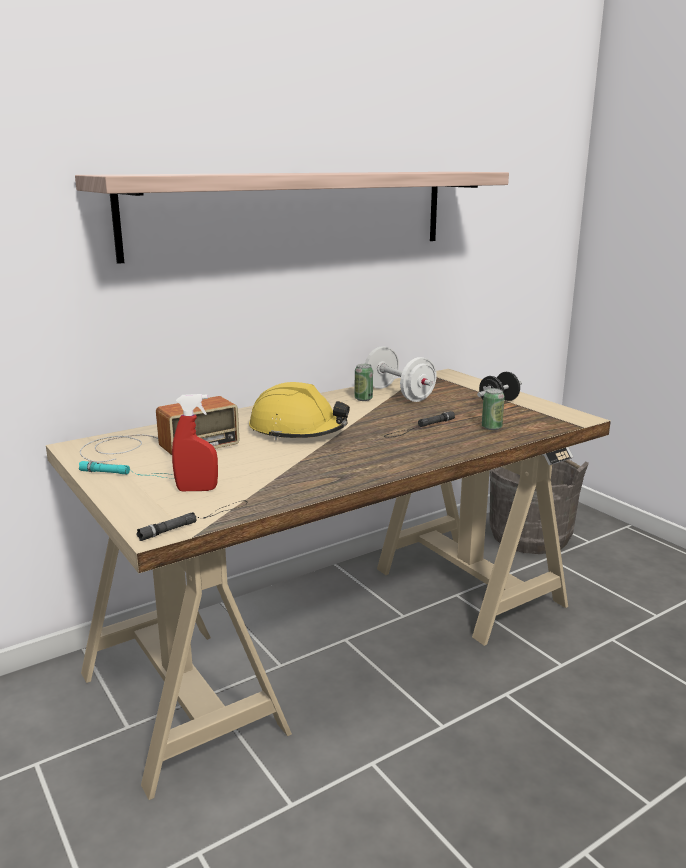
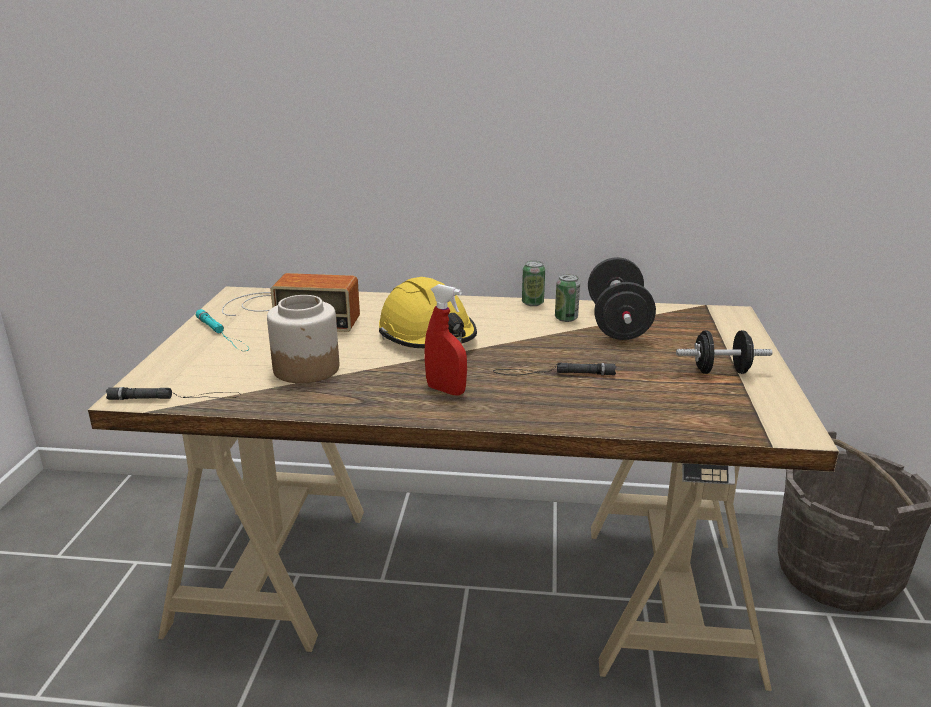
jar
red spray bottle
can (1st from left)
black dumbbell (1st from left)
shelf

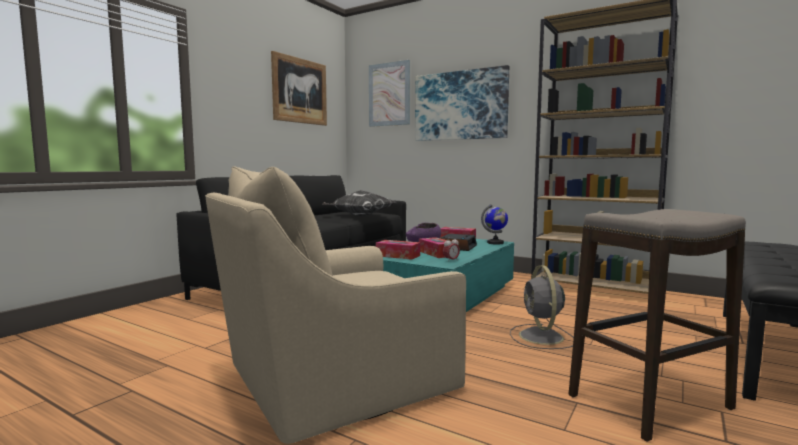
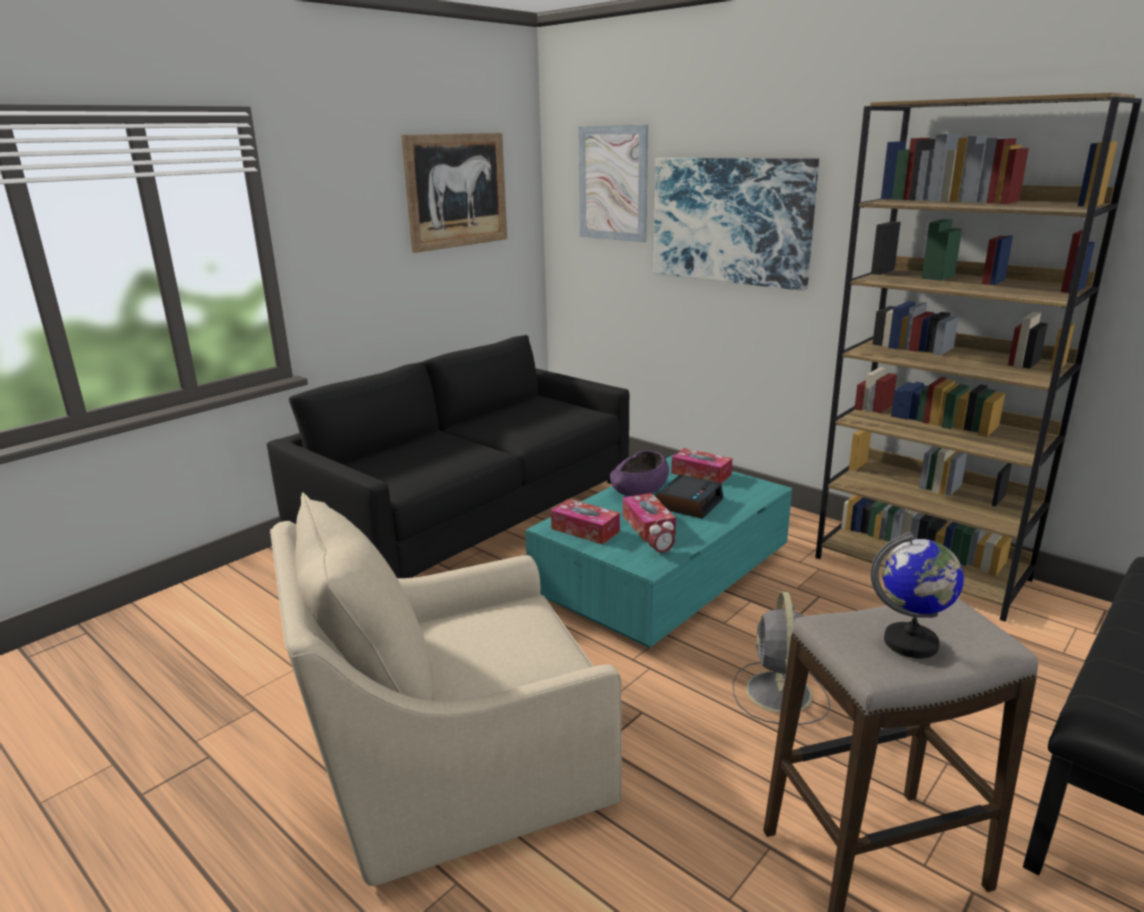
globe
pillow

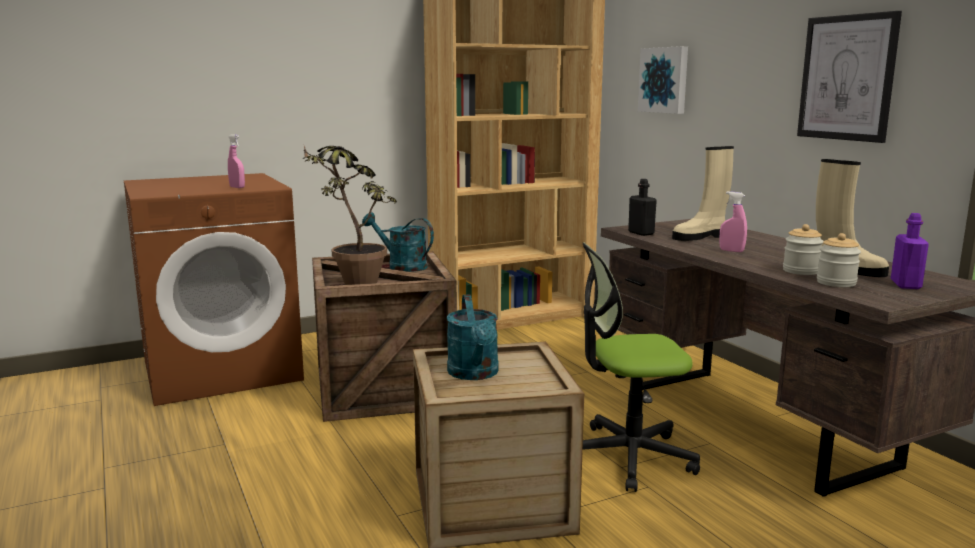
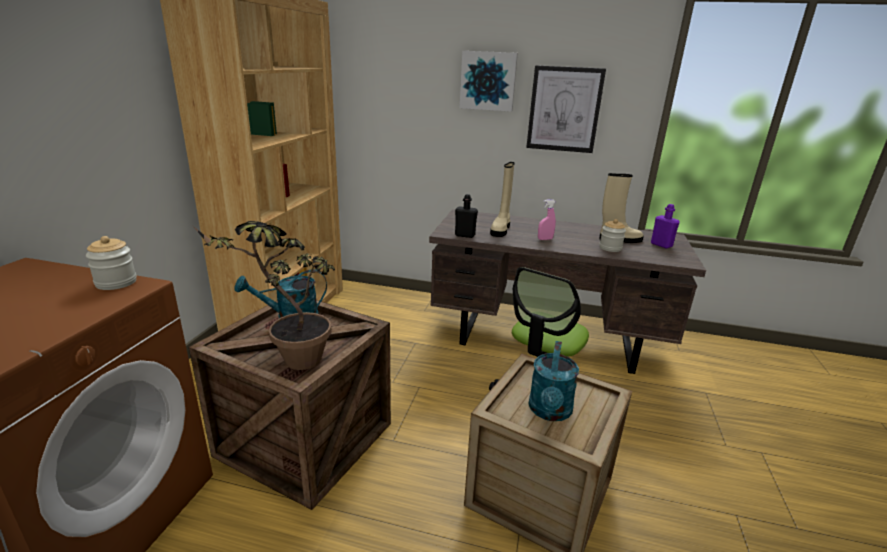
jar (1st from left)
picture (1st from left)
turquoise watering can (2nd from left)
pink spray bottle (1st from left in the first image)

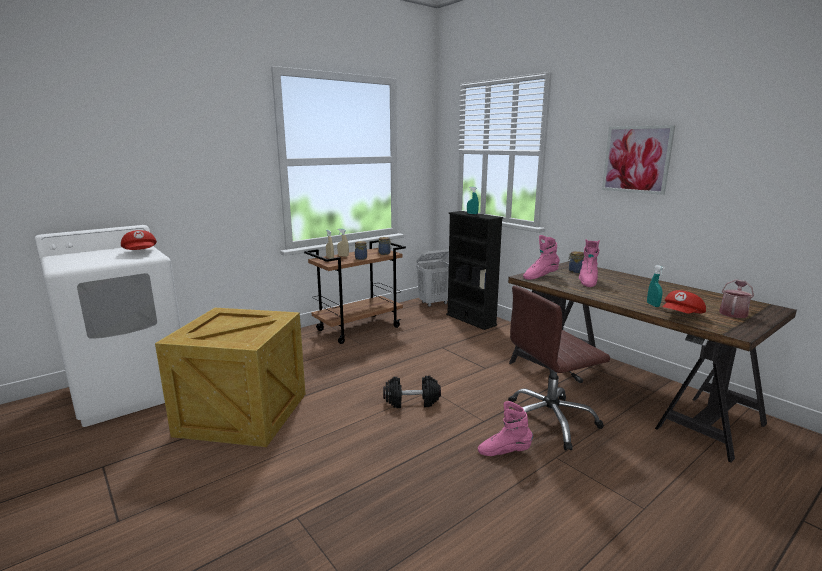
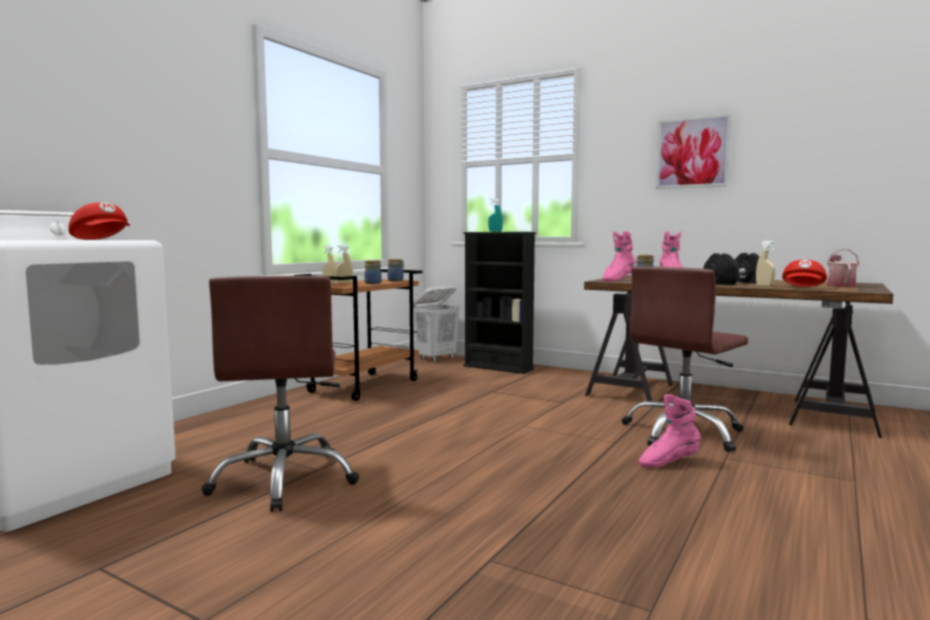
brown office chair (1st from left)
black dumbbell
beige spray bottle (3rd from left)

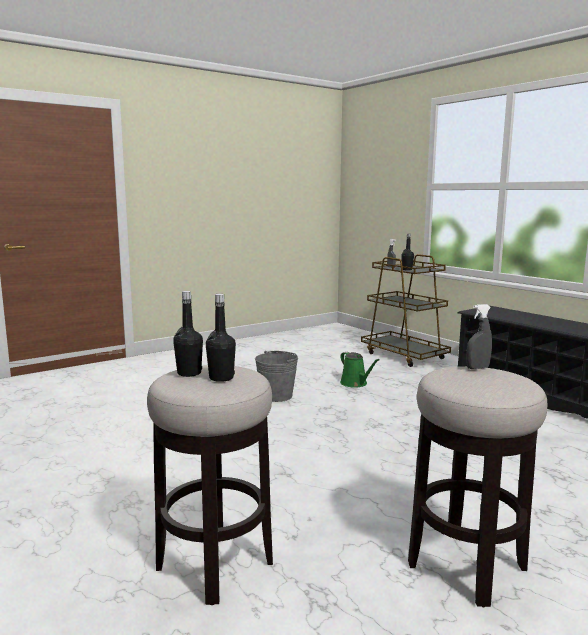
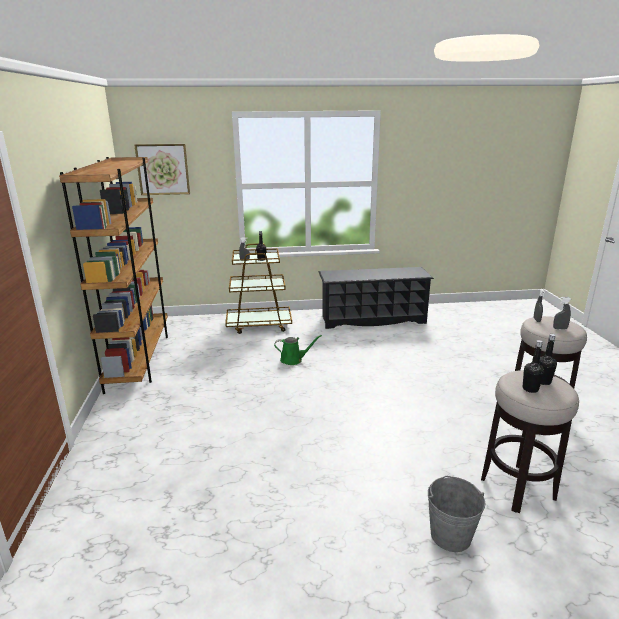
brown bookcase
picture
grey bucket
grey spray bottle (3rd from left)

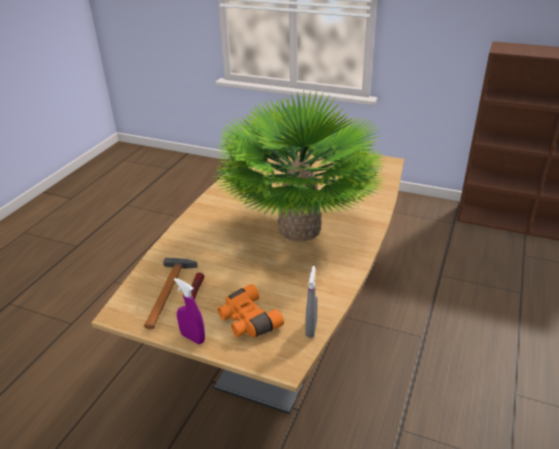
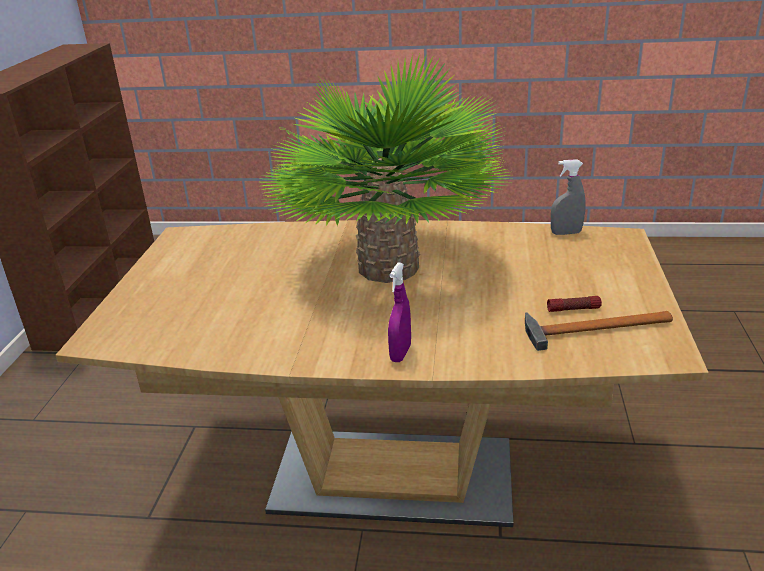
purple spray bottle
orange binoculars

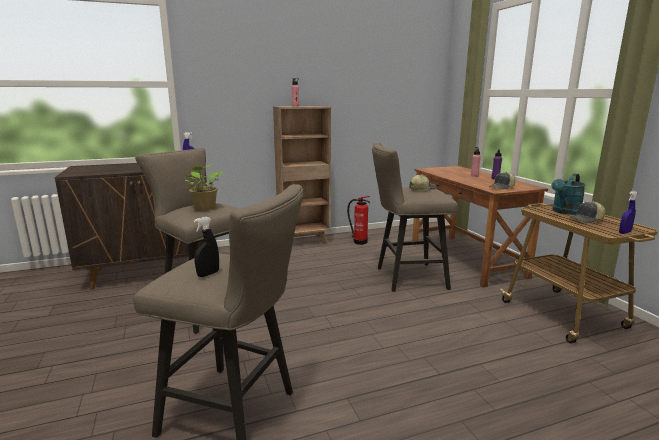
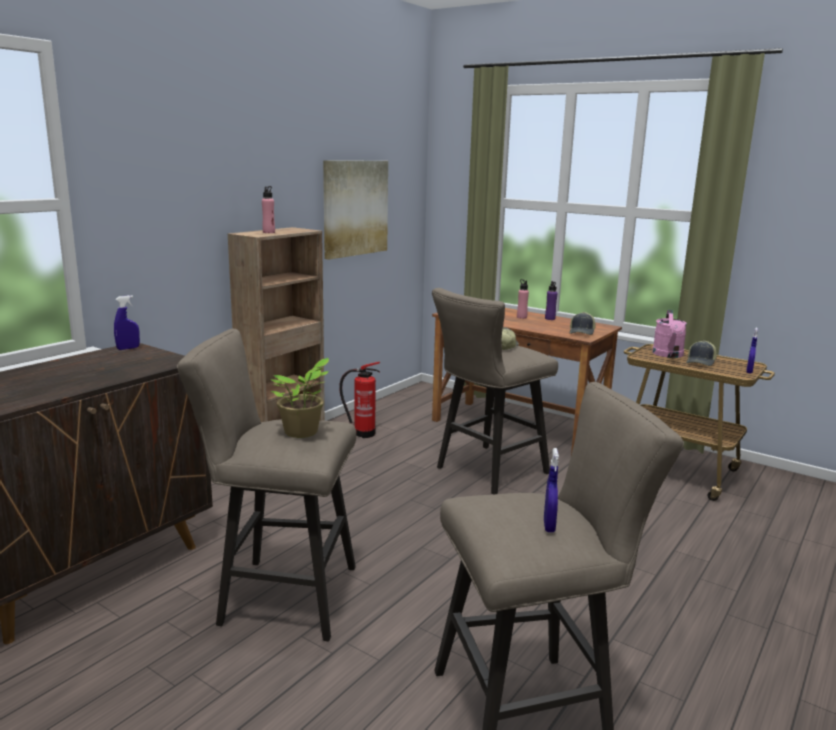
picture
blue spray bottle (2nd from left)
pink watering can

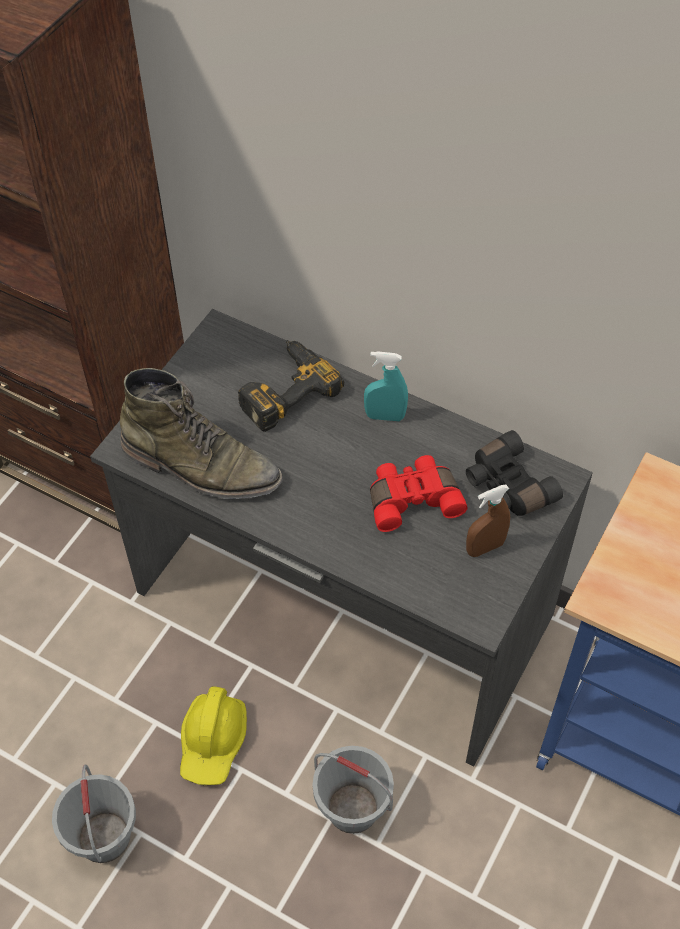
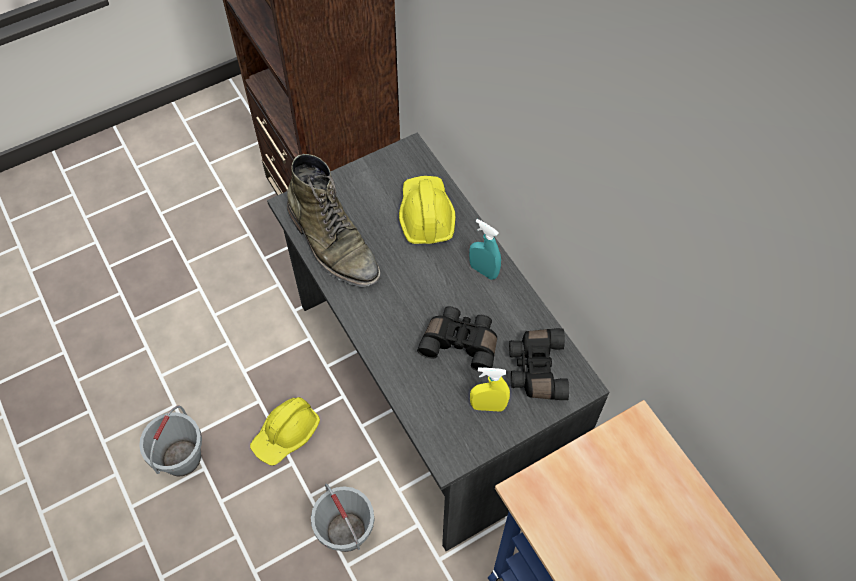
yellow hard hat (2nd from left)
black binoculars (1st from left)
yellow spray bottle

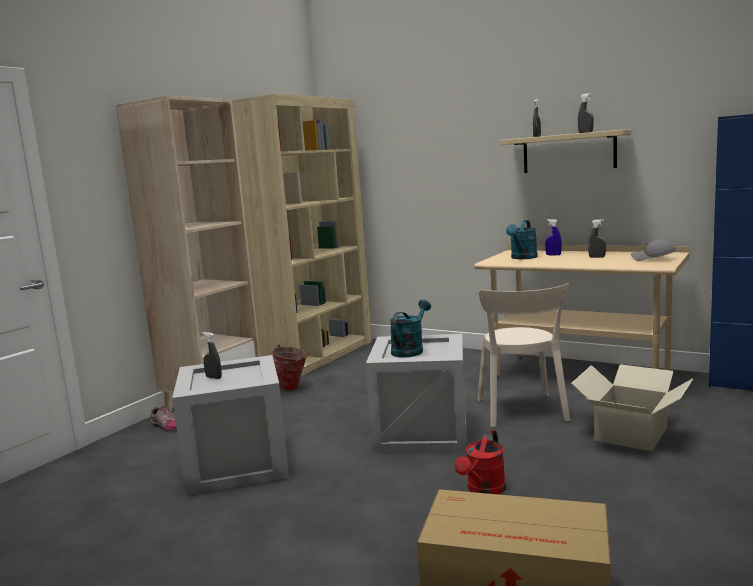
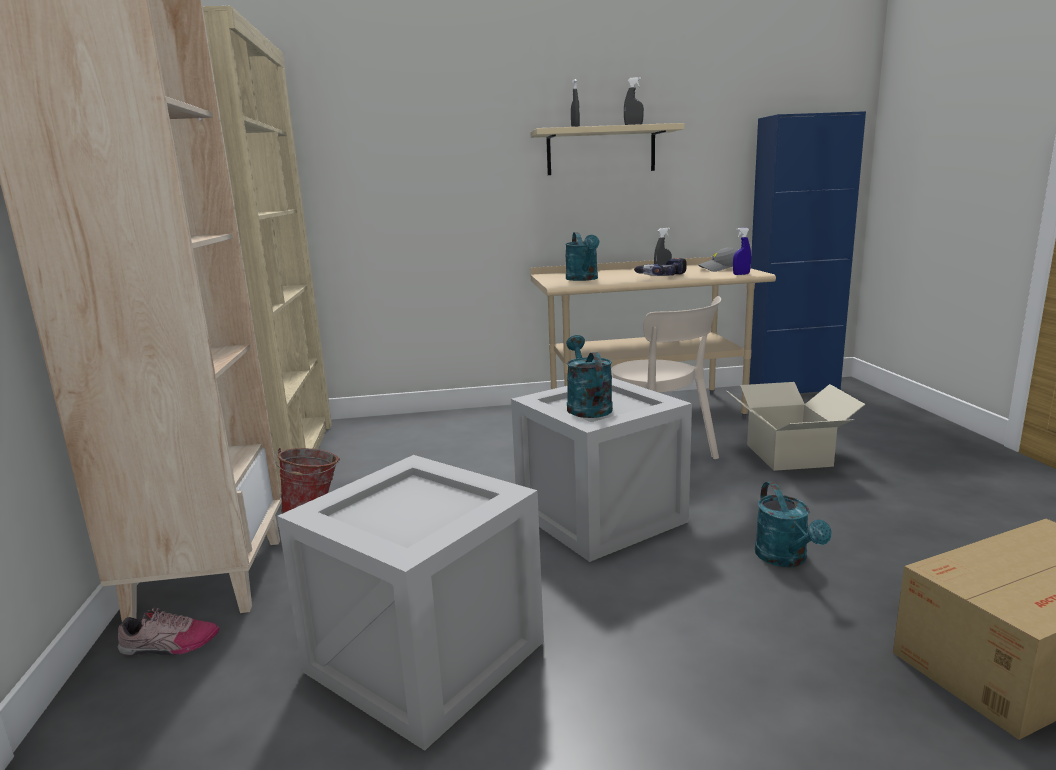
power drill
blue spray bottle
turquoise watering can (3rd from left)
grey spray bottle (1st from left in the first image)

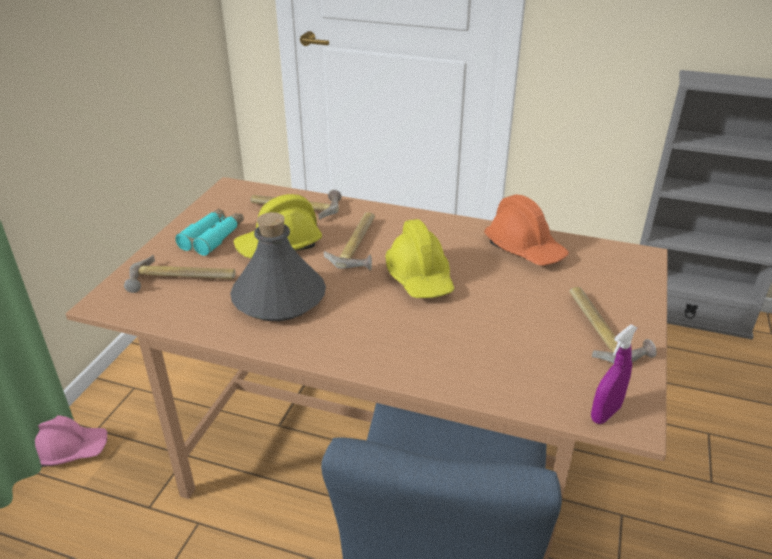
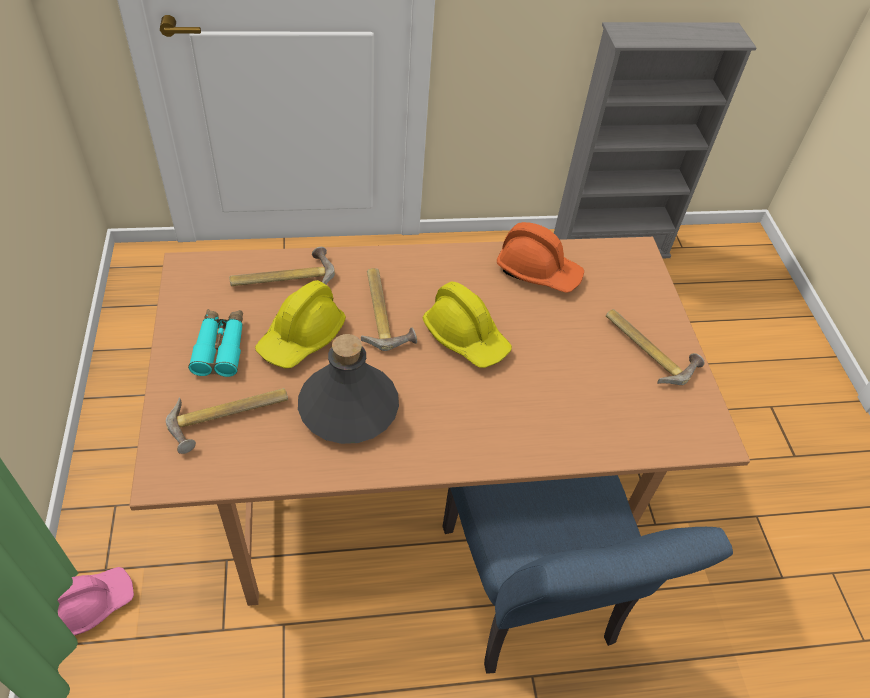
purple spray bottle

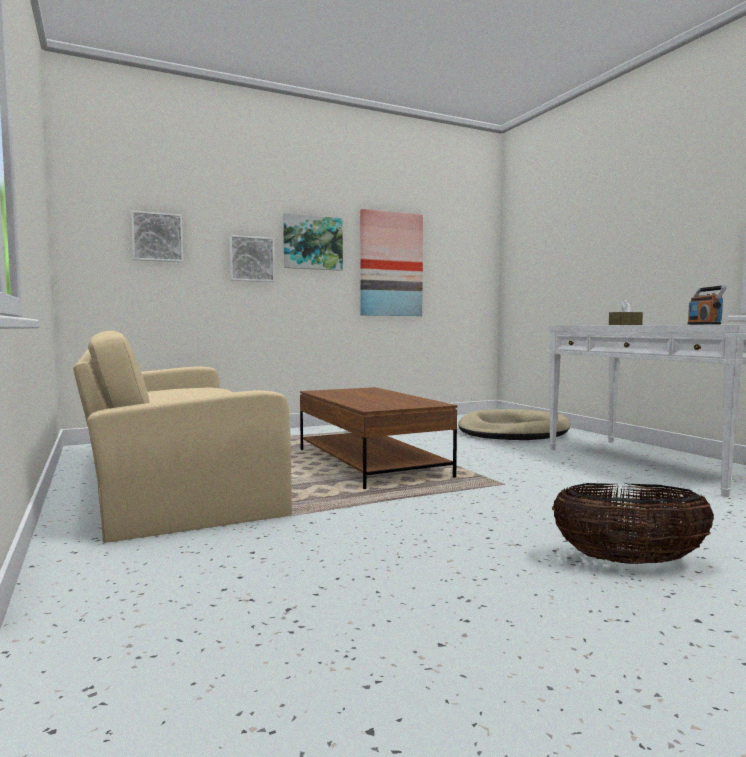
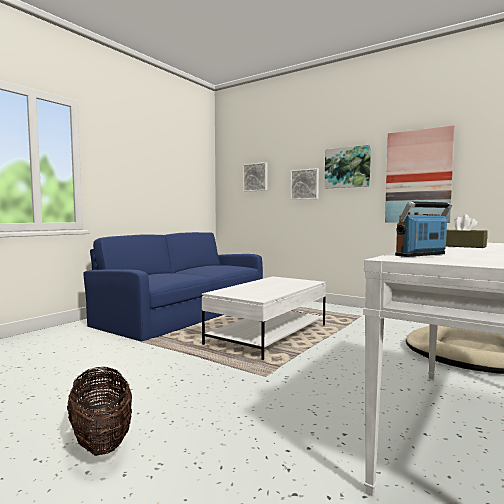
blue sofa
white coffee table

